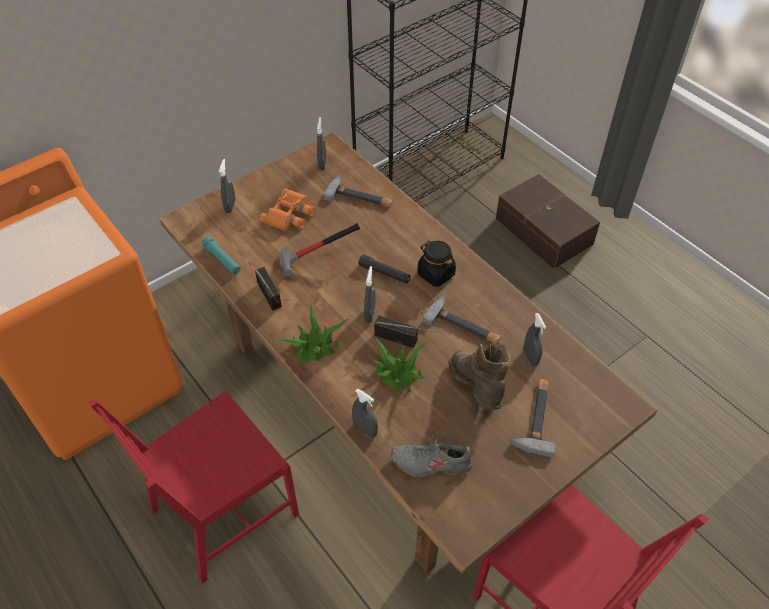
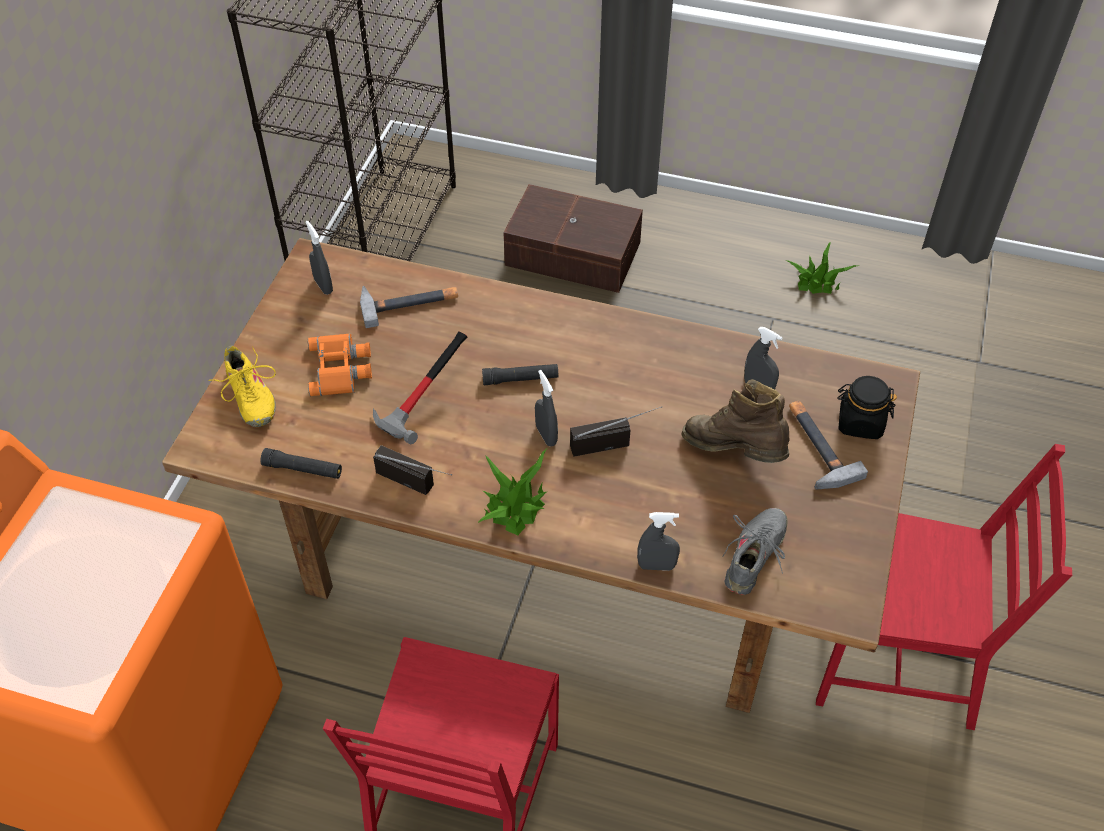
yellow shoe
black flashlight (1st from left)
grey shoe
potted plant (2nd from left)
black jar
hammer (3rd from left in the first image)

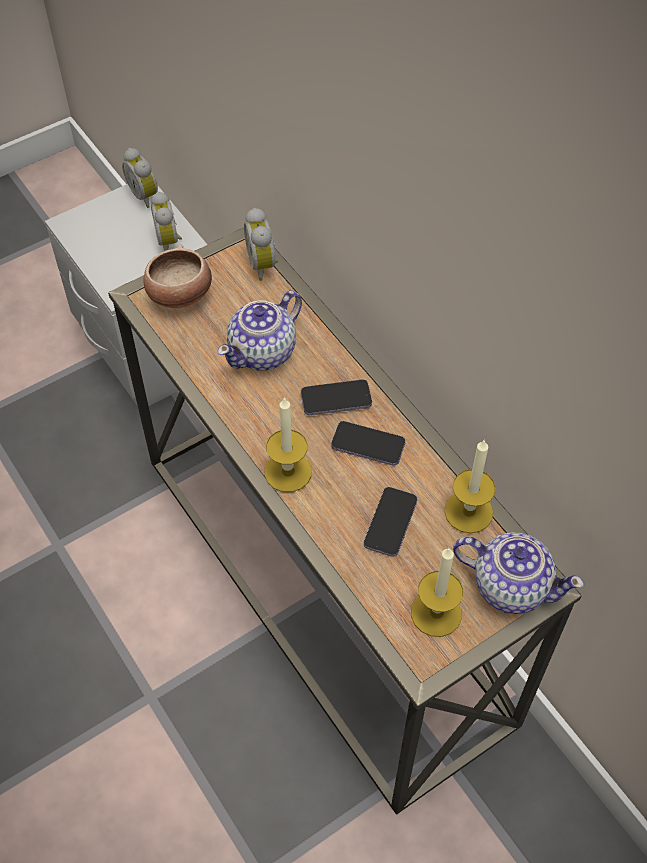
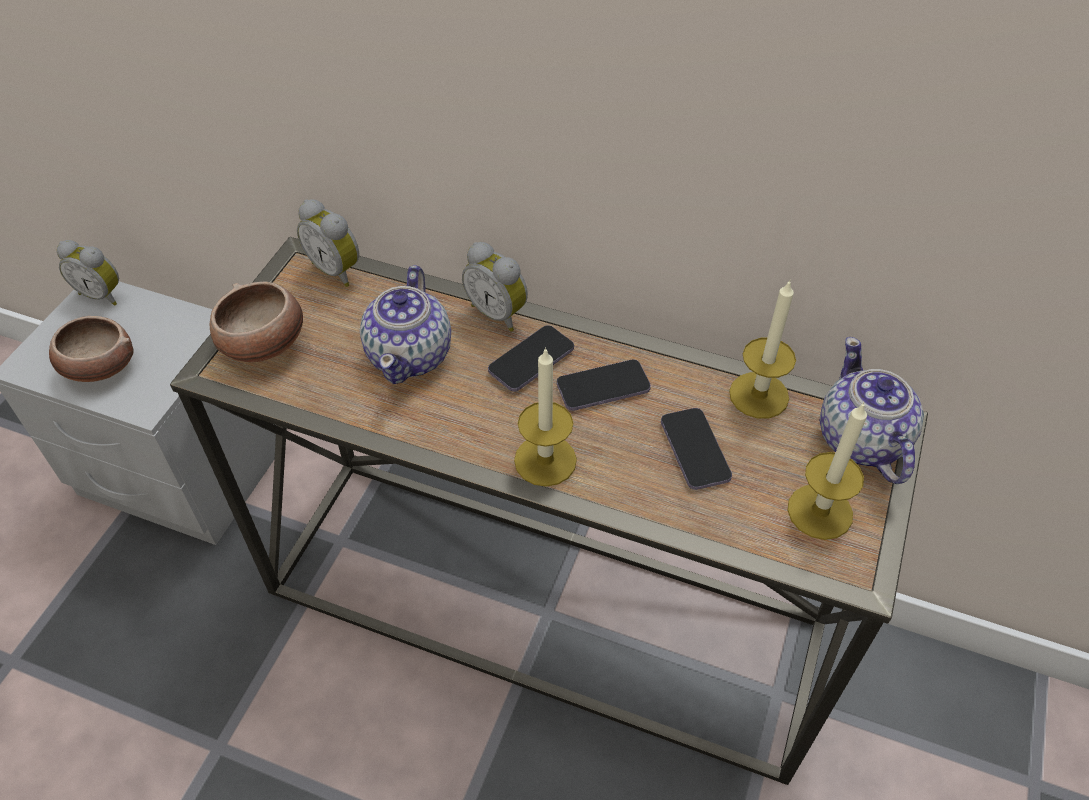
bowl (1st from left)
alarm clock (3rd from left)
teapot (2nd from left)

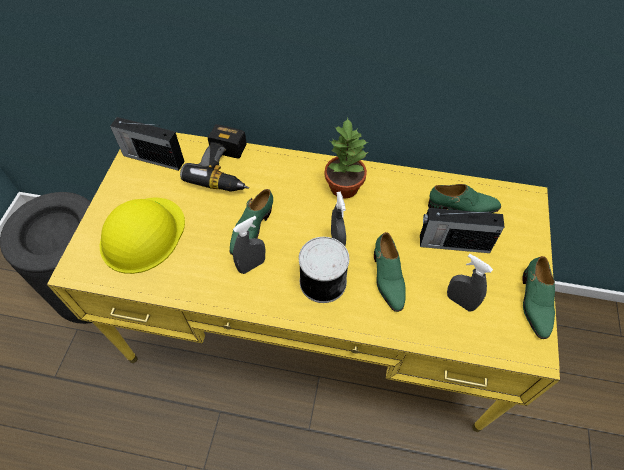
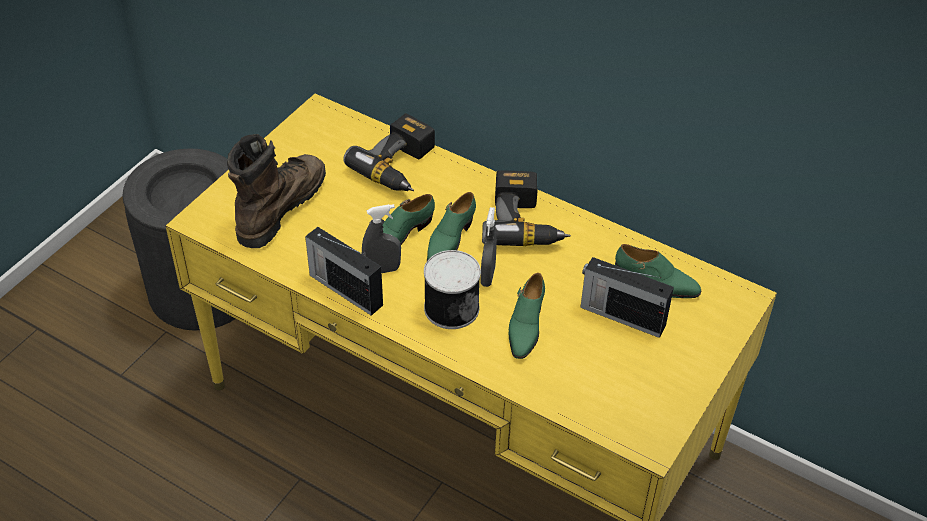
brown boot
radio (1st from left)
green shoe (2nd from left)
power drill (2nd from left)
grey spray bottle (3rd from left in the first image)

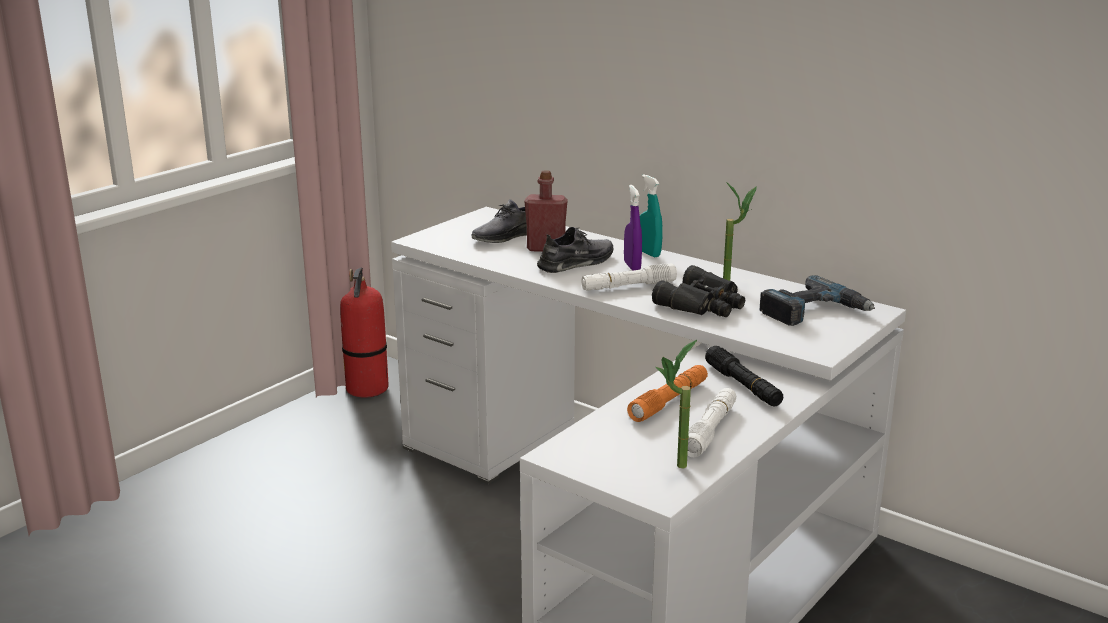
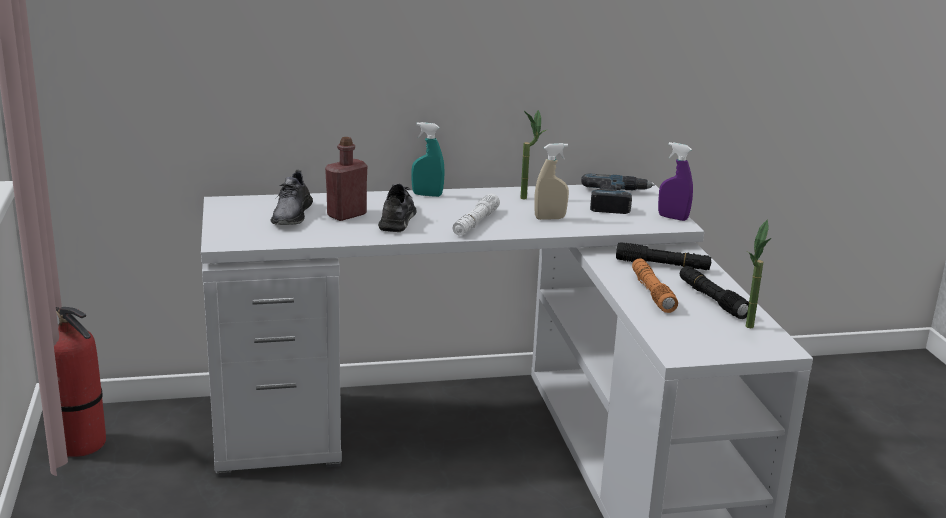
beige spray bottle
purple spray bottle
black flashlight (2nd from left)

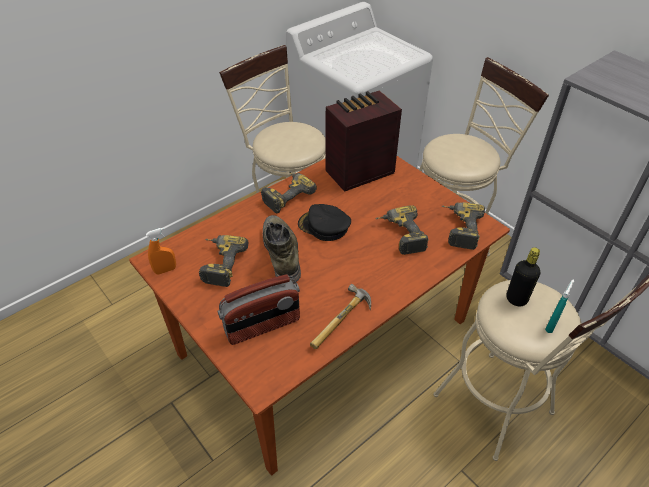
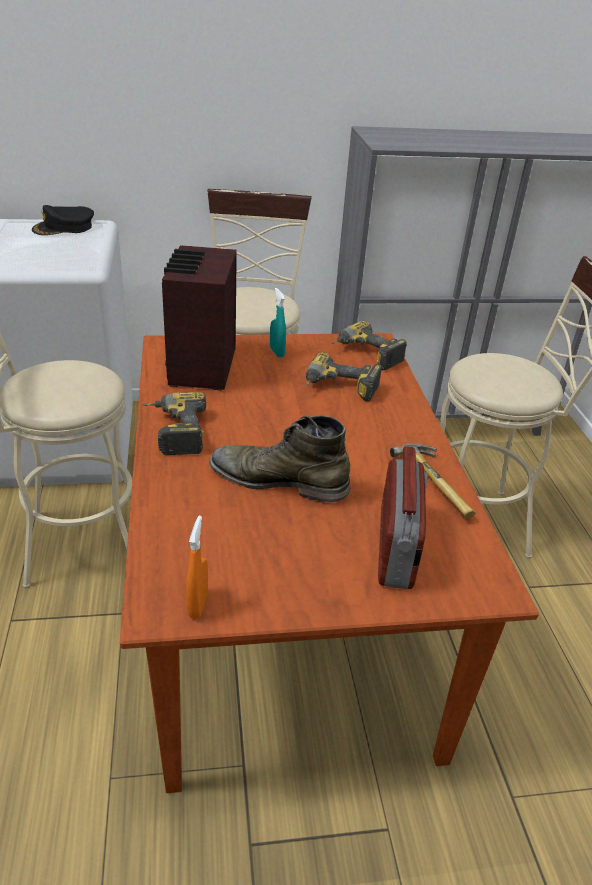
black cap
turquoise spray bottle
power drill (1st from left in the first image)
black bottle

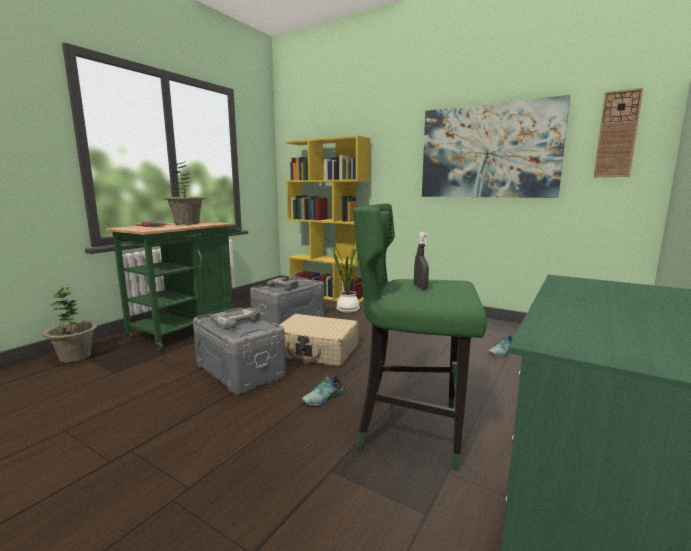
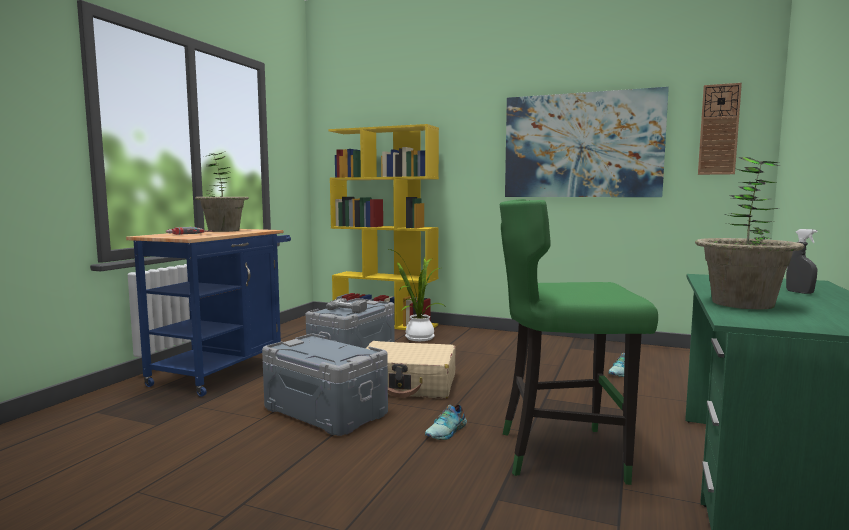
blue cart
potted plant (3rd from left)
grey spray bottle
power drill (2nd from left in the first image)

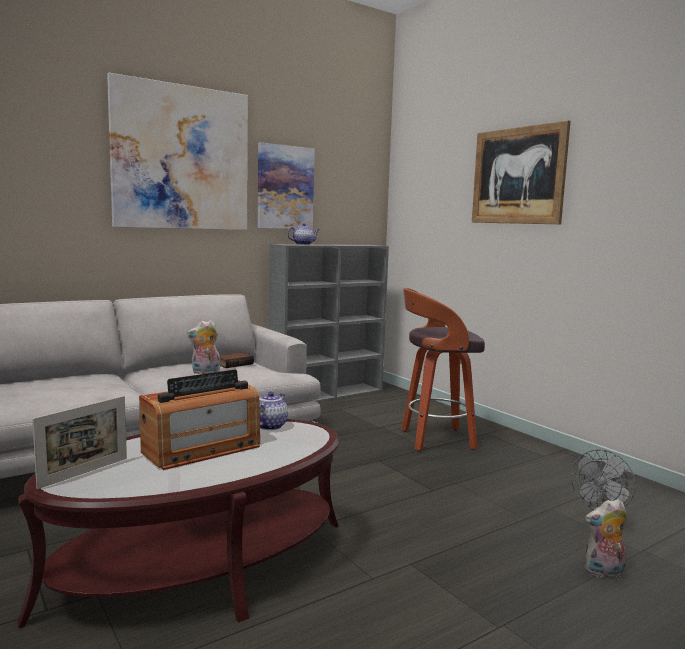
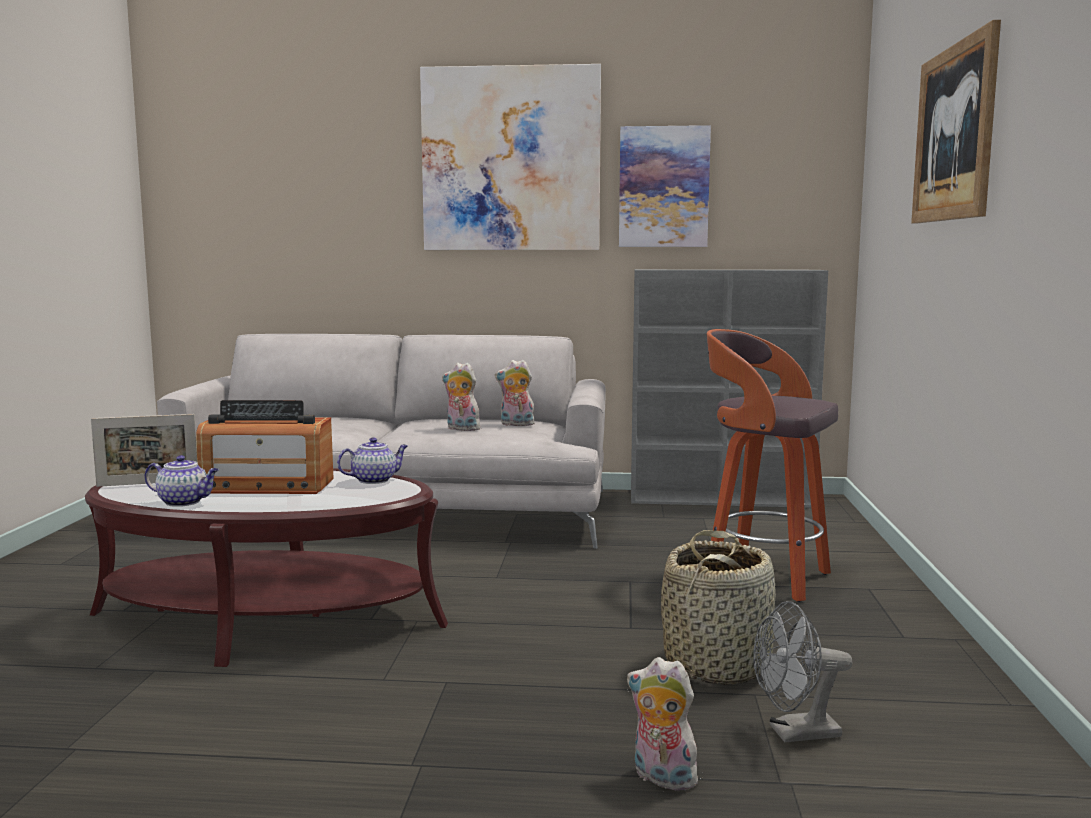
teapot (1st from left)
plush toy (2nd from left)
basket

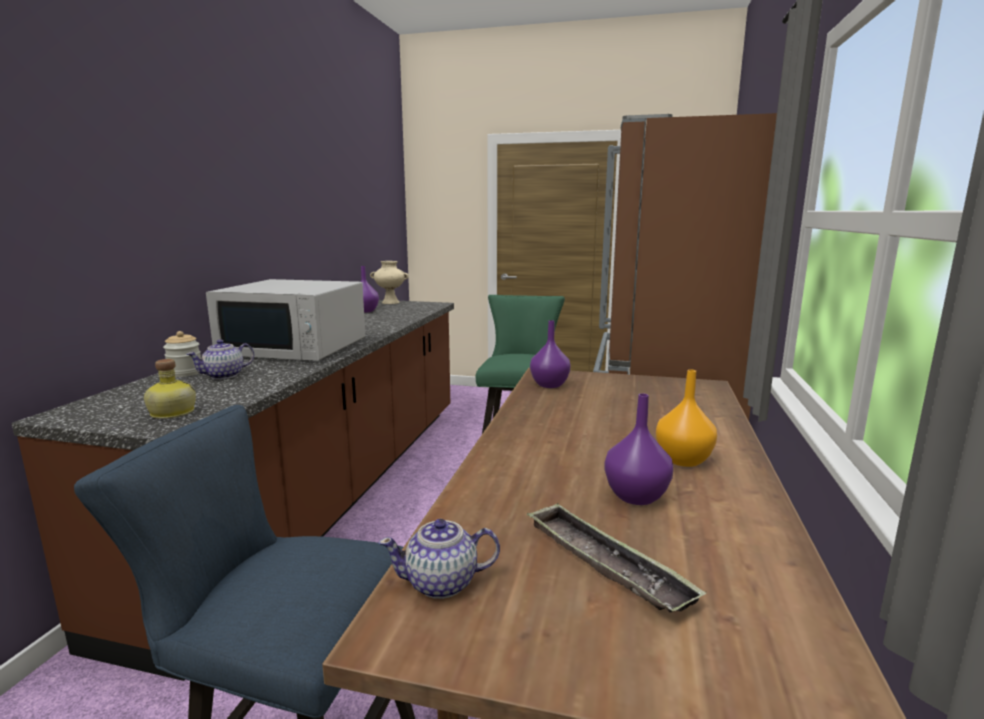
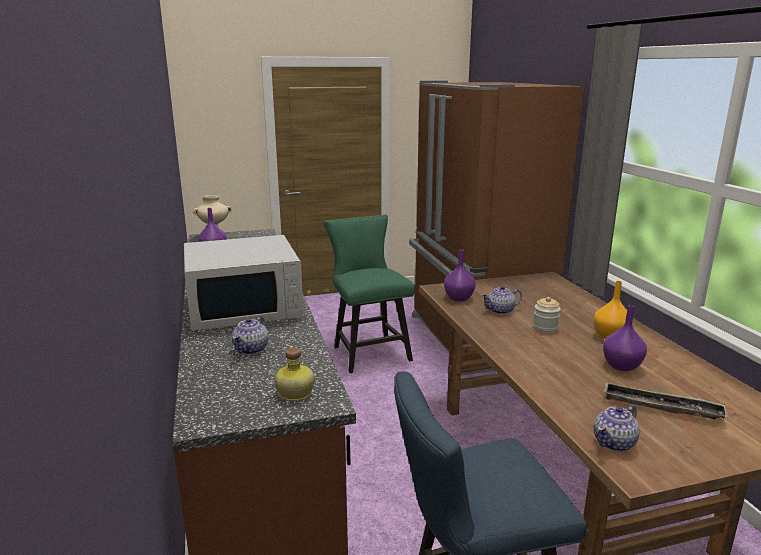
teapot (2nd from left)
jar

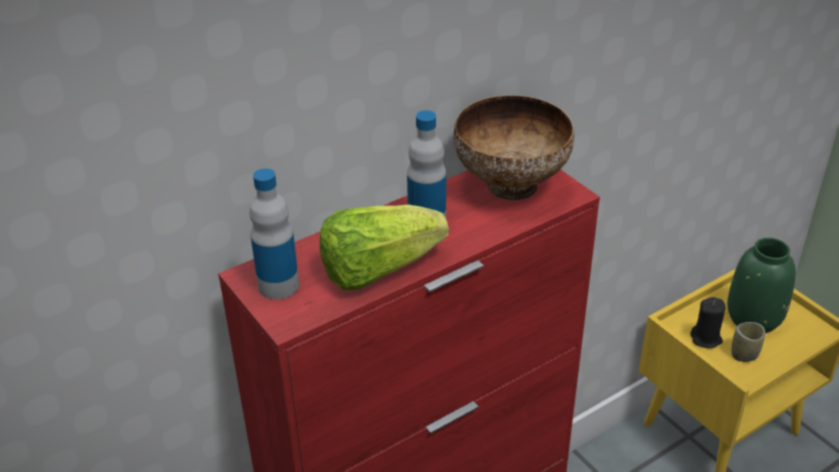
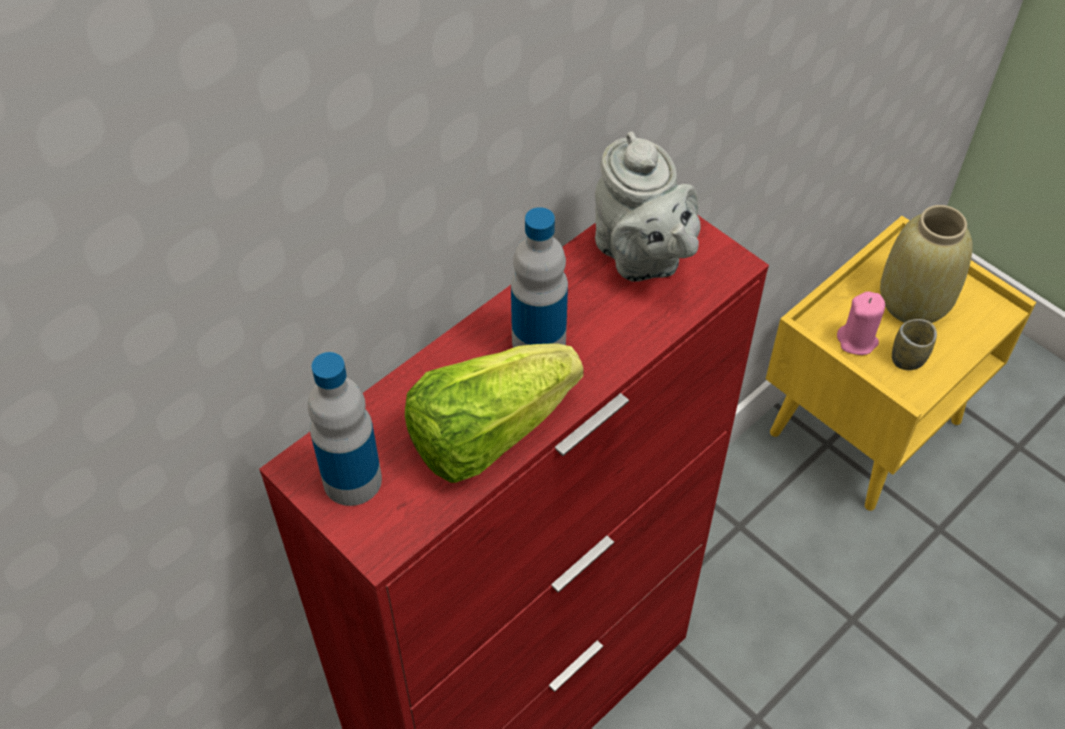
grey teapot
pink candle
beige vase

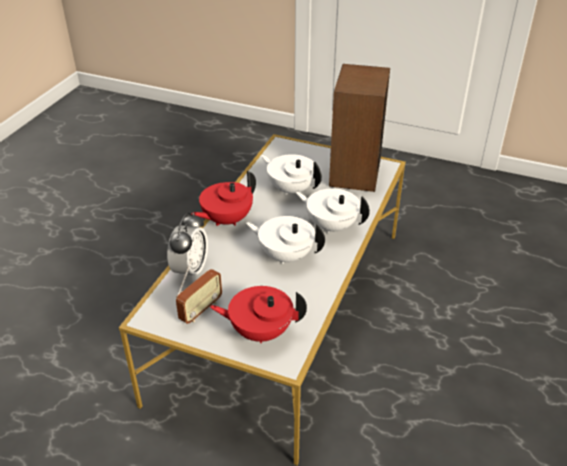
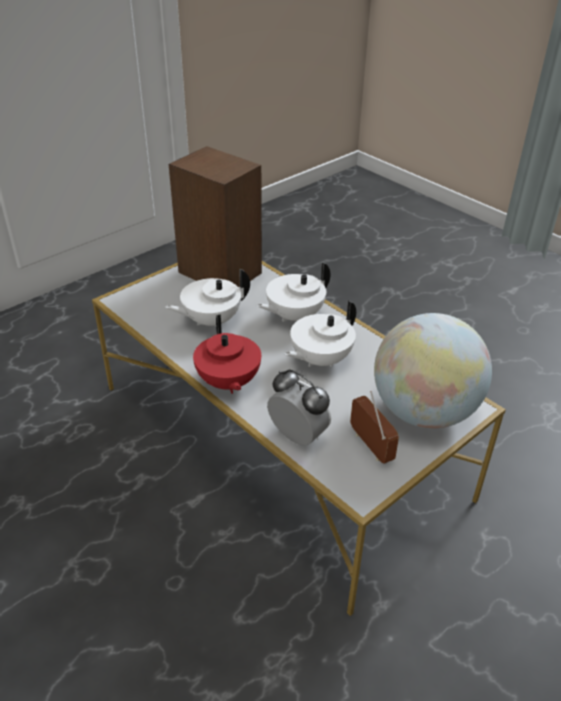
globe

